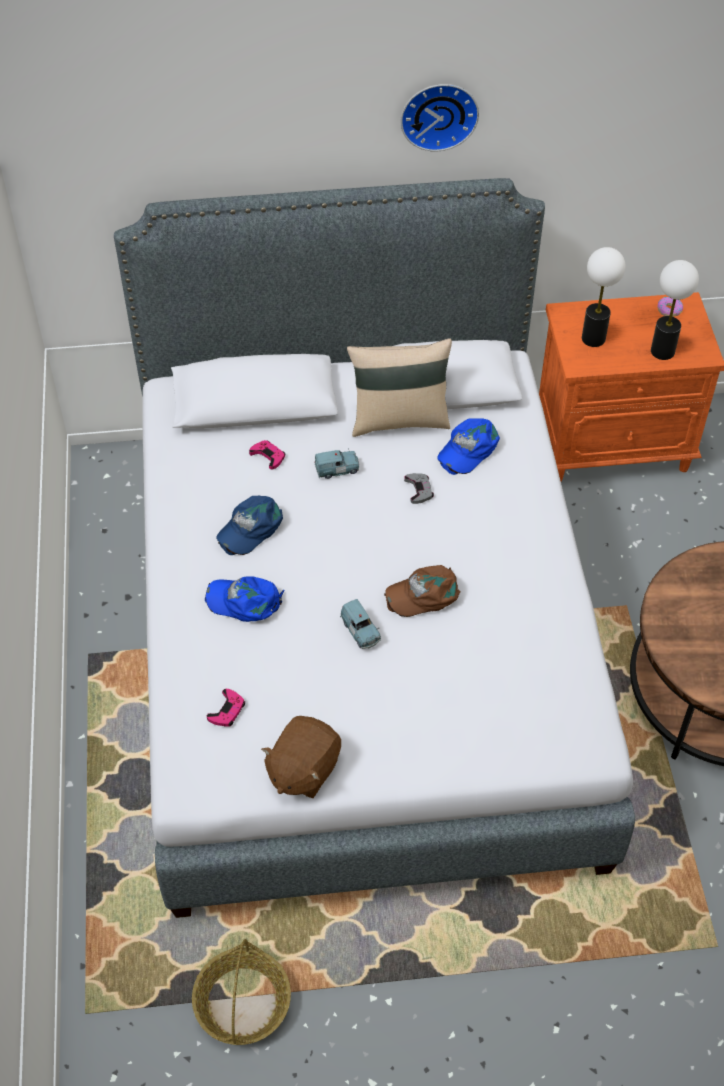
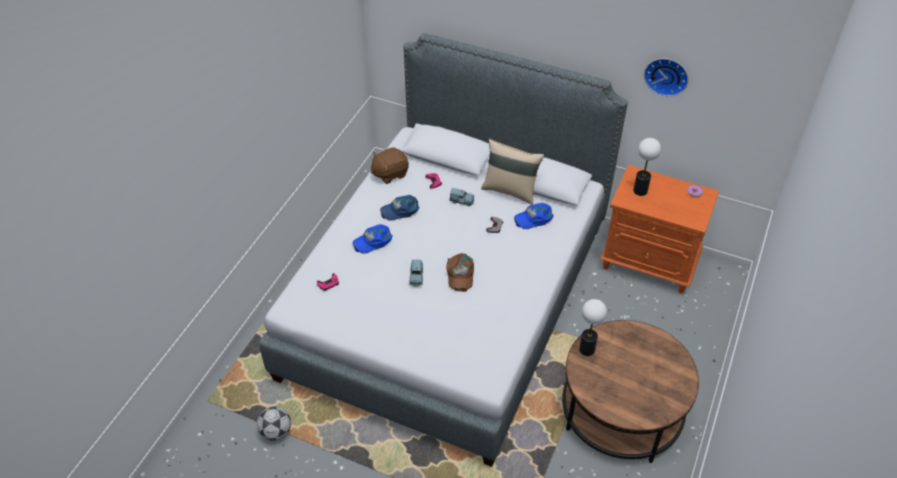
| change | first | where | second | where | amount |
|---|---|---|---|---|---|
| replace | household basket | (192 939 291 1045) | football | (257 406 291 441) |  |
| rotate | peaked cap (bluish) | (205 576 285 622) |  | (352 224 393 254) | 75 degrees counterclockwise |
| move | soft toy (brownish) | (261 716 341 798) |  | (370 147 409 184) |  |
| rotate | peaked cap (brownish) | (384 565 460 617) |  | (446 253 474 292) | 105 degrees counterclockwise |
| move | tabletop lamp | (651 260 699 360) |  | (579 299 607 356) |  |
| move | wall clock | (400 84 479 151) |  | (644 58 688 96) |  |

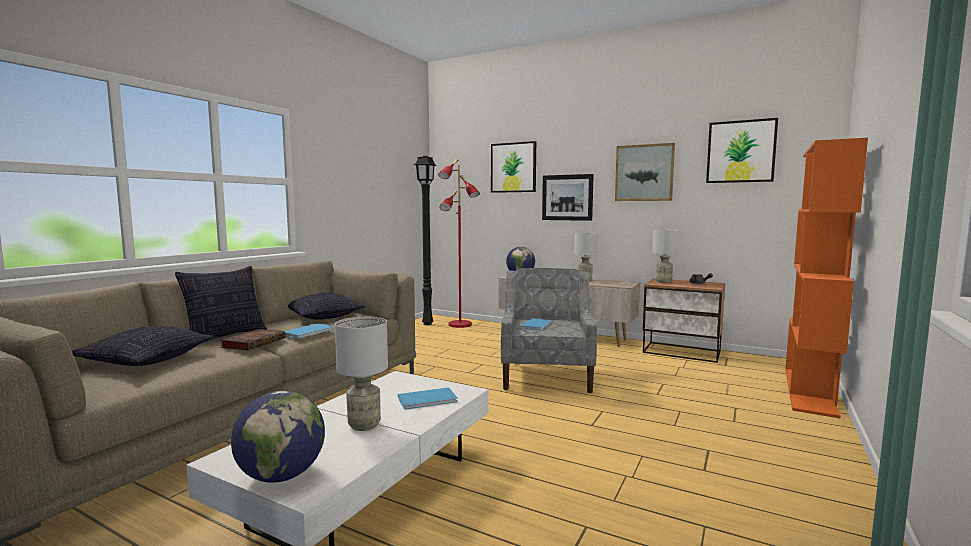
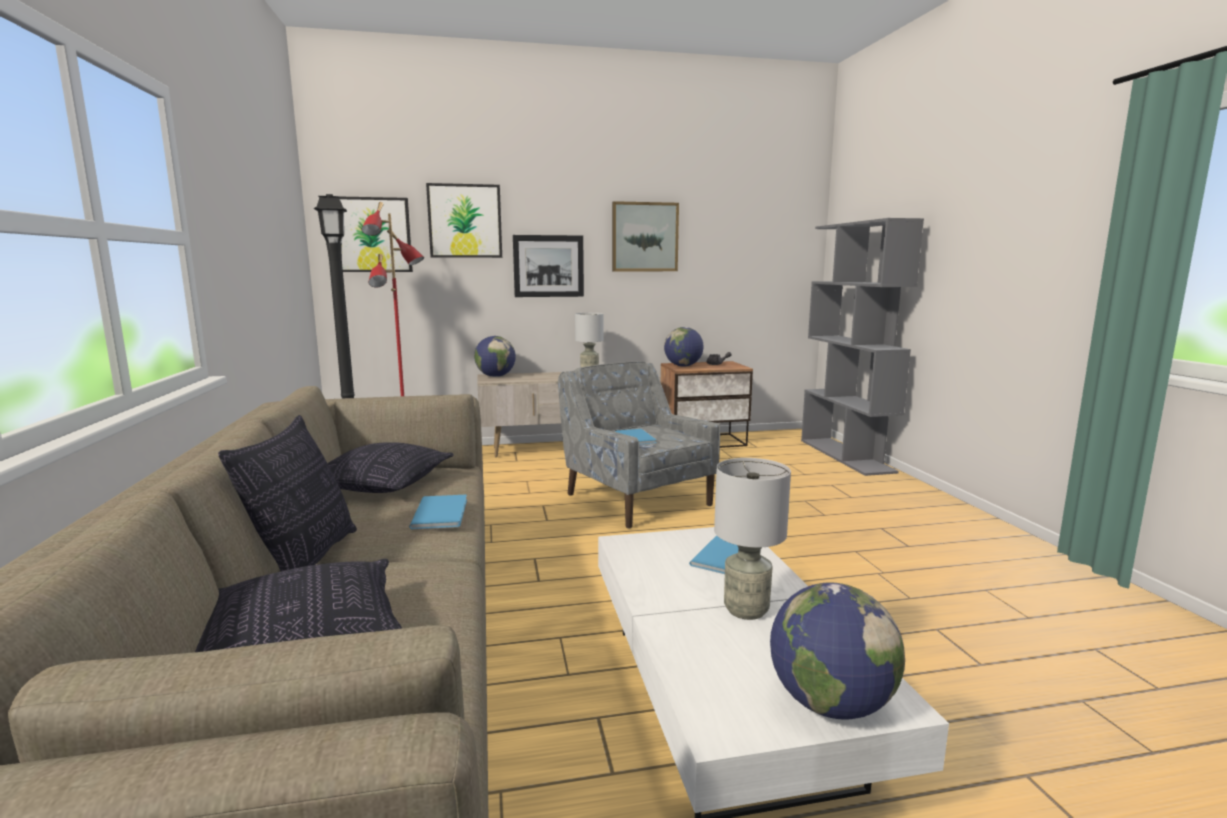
| change | first | where | second | where | amount |
|---|---|---|---|---|---|
| move | picture | (706 118 778 183) |  | (339 196 413 272) |  |
| replace | tabletop lamp (greyish) | (652 230 679 283) | globe | (664 327 704 367) |  |
| recolor | bookshelf (orange) | (785 138 868 419) | bookshelf (greyish) | (801 218 924 476) |  |
| delete | volume | (220 329 286 350) |  |  |  |

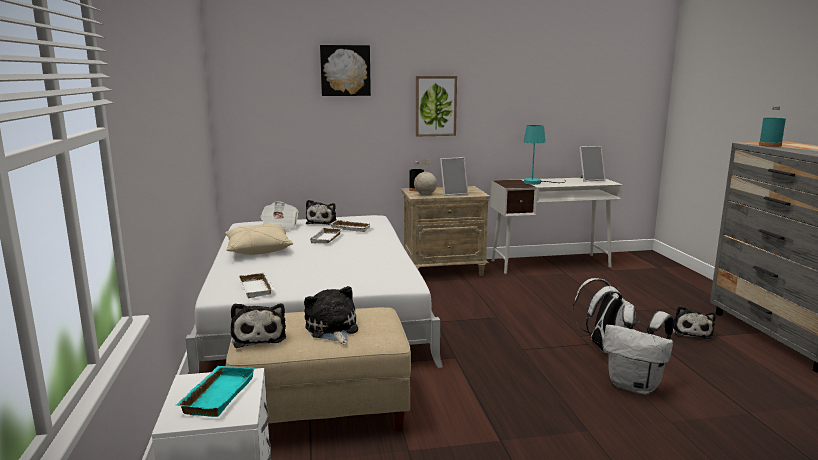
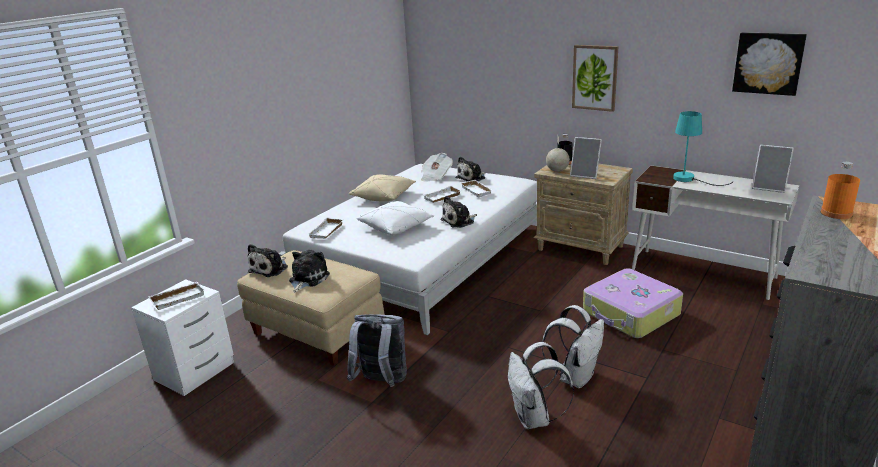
| change | first | where | second | where | amount |
|---|---|---|---|---|---|
| recolor | carrying tray (turquoise) | (175 366 255 417) | carrying tray (white-coloured) | (148 282 204 310) |  |
| insert |  |  | knapsack (greyish) | (347 314 407 387) |  |
| insert |  |  | cushion (white-coloured) | (357 201 434 235) |  |
| move | soft toy | (673 306 716 339) |  | (440 196 477 228) |  |
| insert |  |  | piece of luggage | (583 268 683 338) |  |
| move | picture | (320 45 371 96) |  | (732 32 807 96) |  |
| recolor | drink bottle (turquoise) | (759 106 786 147) | drink bottle (orange) | (821 162 860 219) |  |

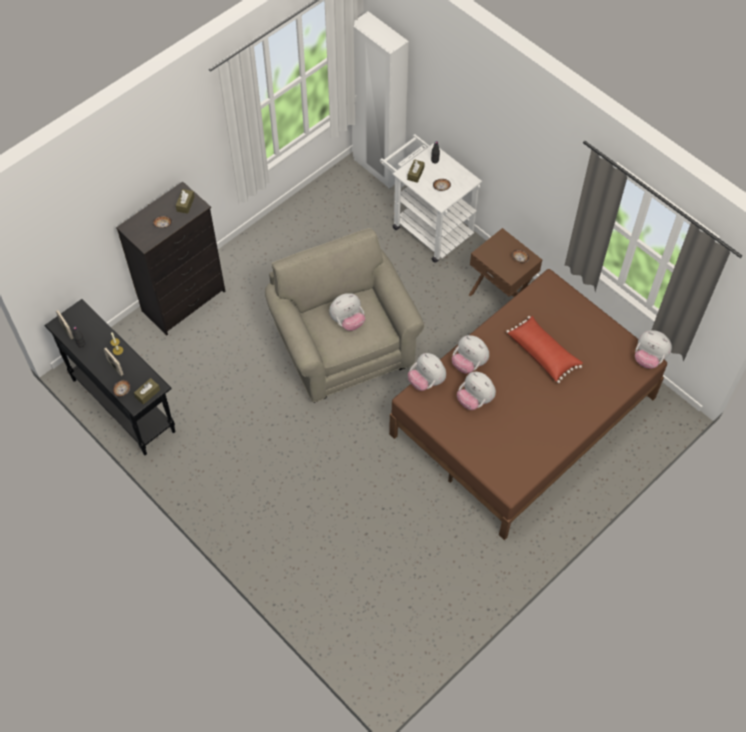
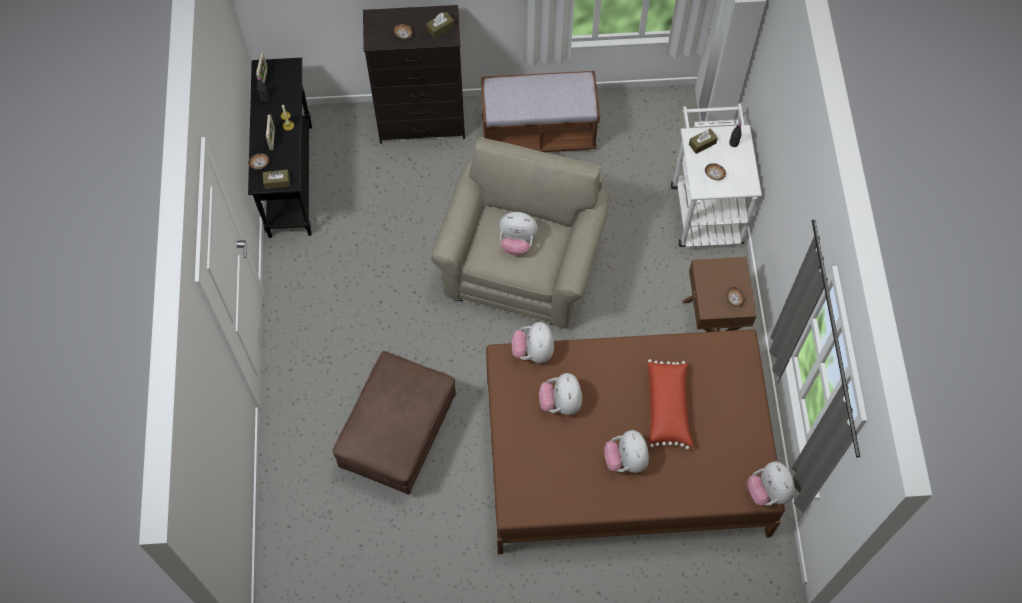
| change | first | where | second | where | amount |
|---|---|---|---|---|---|
| insert |  |  | ottoman (brownish) | (332 351 456 495) |  |
| insert |  |  | bench (brownish) | (481 71 600 152) |  |
| move | soft toy | (452 335 489 374) |  | (604 430 649 473) |  |

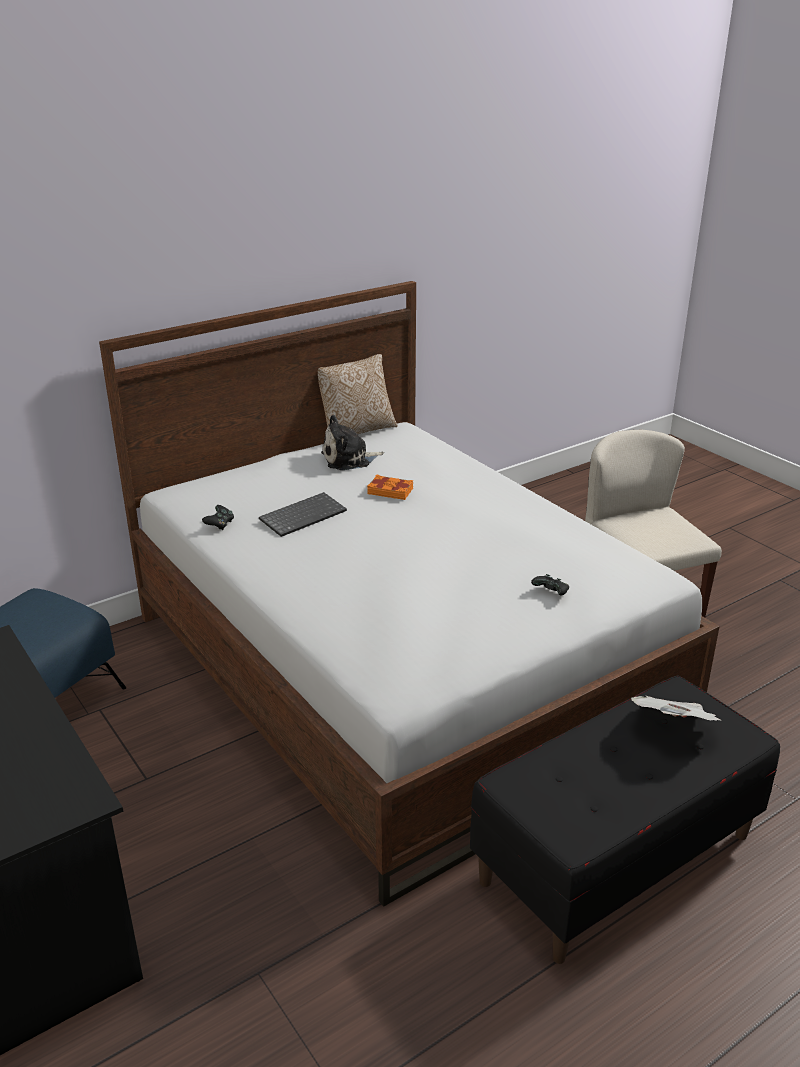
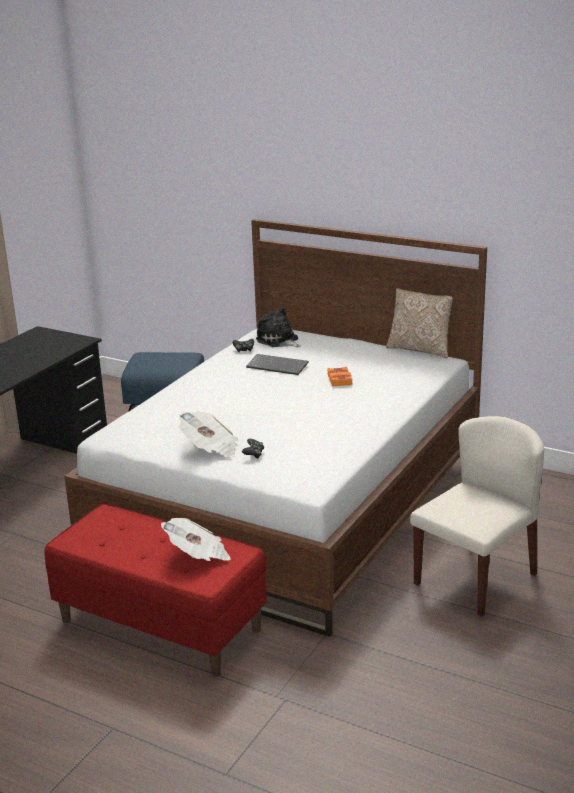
| change | first | where | second | where | amount |
|---|---|---|---|---|---|
| recolor | bench (black-coloured) | (470 676 780 964) | bench (red) | (44 504 267 677) |  |
| insert |  |  | printed paper | (179 411 238 457) |  |
| move | soft toy | (321 415 384 470) |  | (256 307 301 347) |  |

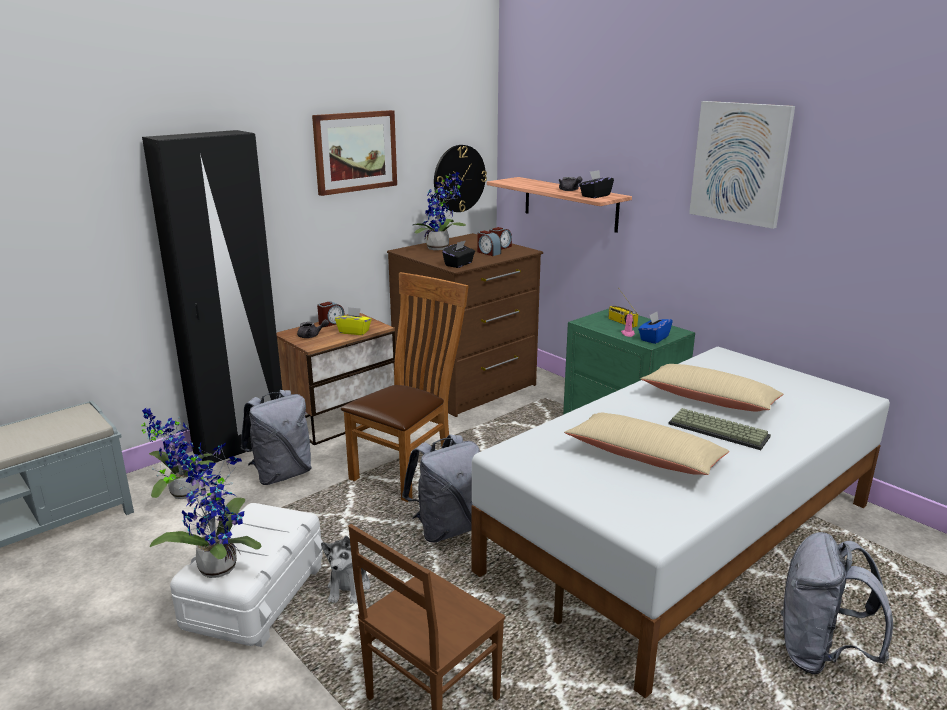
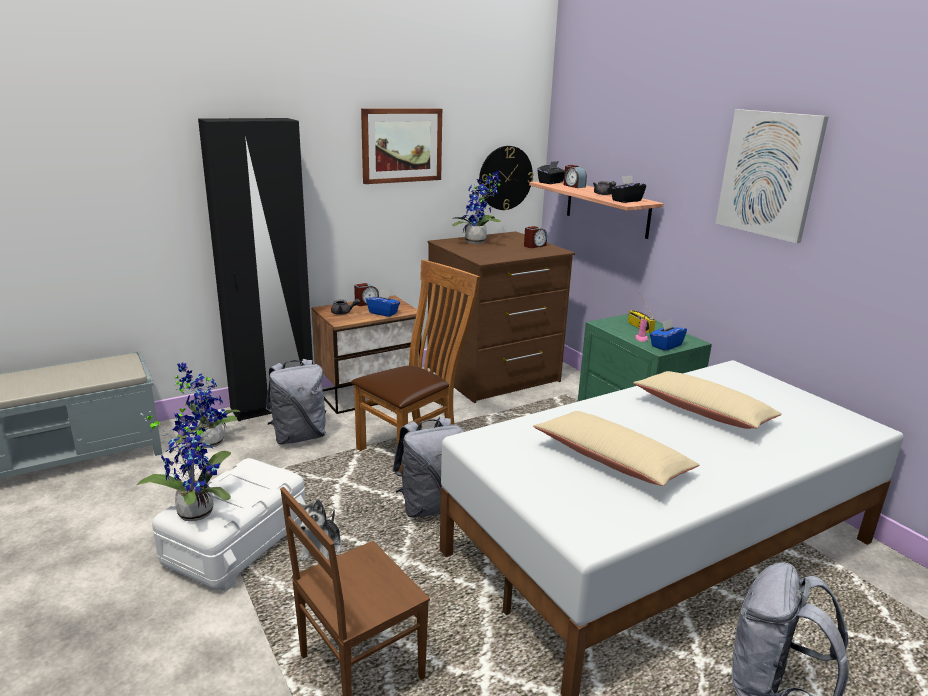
| change | first | where | second | where | amount |
|---|---|---|---|---|---|
| recolor | tissue holder (yellow-coloured) | (335 307 372 335) | tissue holder (bluish) | (366 289 400 317) |  |
| move | tissue holder (black-coloured) | (442 240 475 268) |  | (537 161 565 184) |  |
| move | alarm clock | (477 231 501 256) |  | (564 165 587 188) |  |
| delete | computer keyboard | (669 408 771 450) |  |  |  |

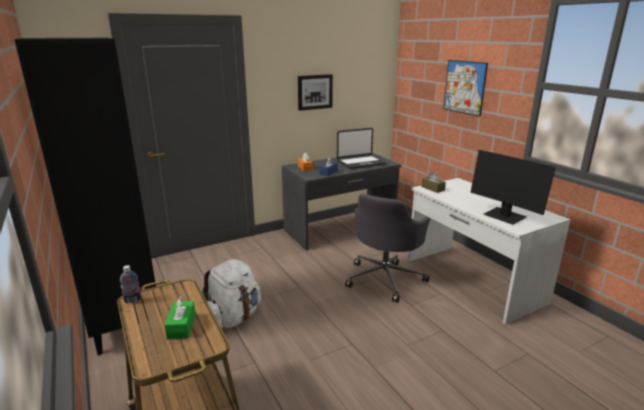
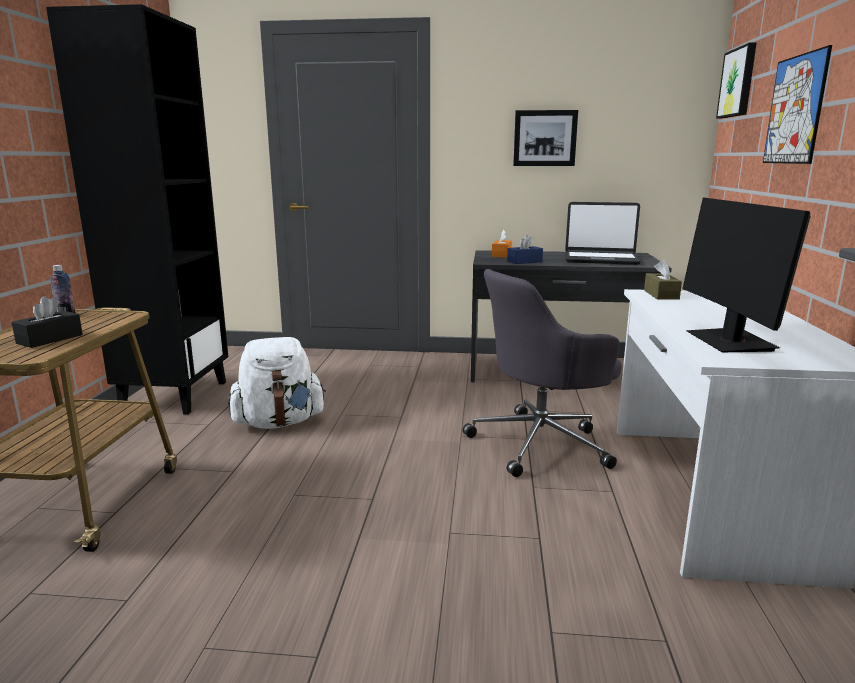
| change | first | where | second | where | amount |
|---|---|---|---|---|---|
| recolor | tissue holder (green-coloured) | (164 297 196 340) | tissue holder (black-coloured) | (11 296 83 348) |  |
| insert |  |  | picture | (716 42 757 118) |  |

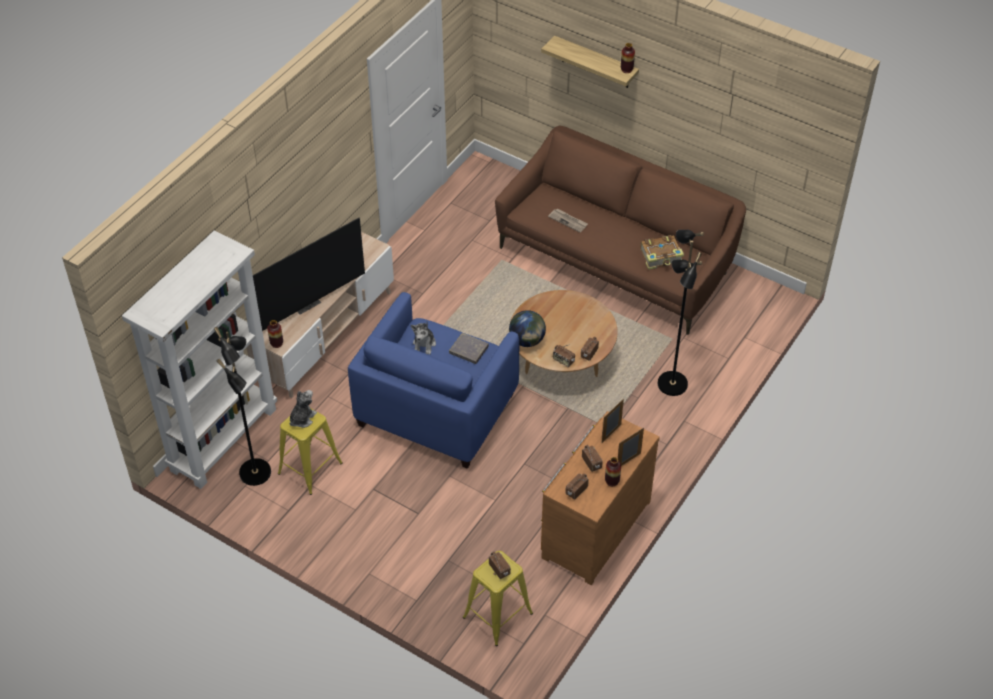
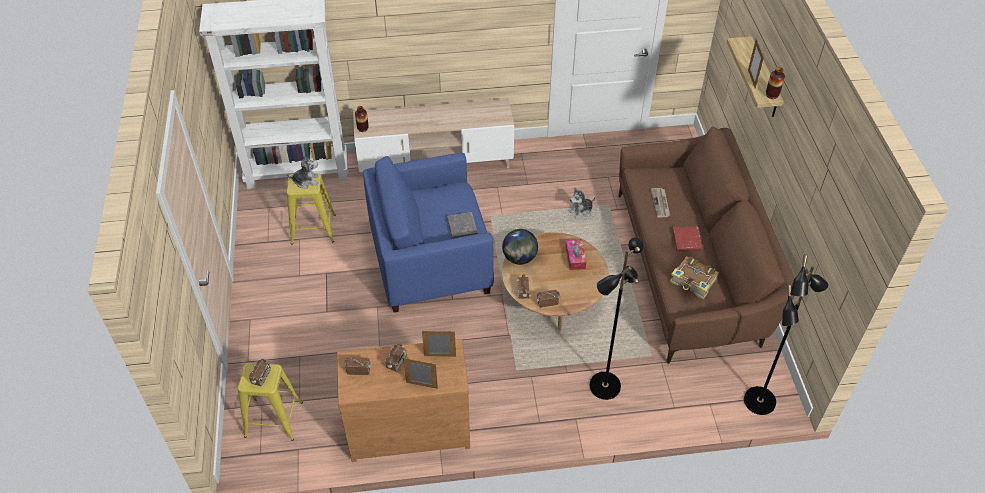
| change | first | where | second | where | amount |
|---|---|---|---|---|---|
| insert |  |  | tissue holder | (565 239 586 270) |  |
| move | soft toy | (411 322 436 355) |  | (568 187 596 219) |  |
| insert |  |  | volume (red) | (672 227 703 252) |  |
| move | standard lamp (black-coloured) | (214 327 271 486) |  | (744 254 829 415) |  |
| insert |  |  | standing frame | (748 39 764 89) |  |
| delete | TV | (253 218 365 331) |  |  |  |
| delete | flower vase | (605 457 621 486) |  |  |  |

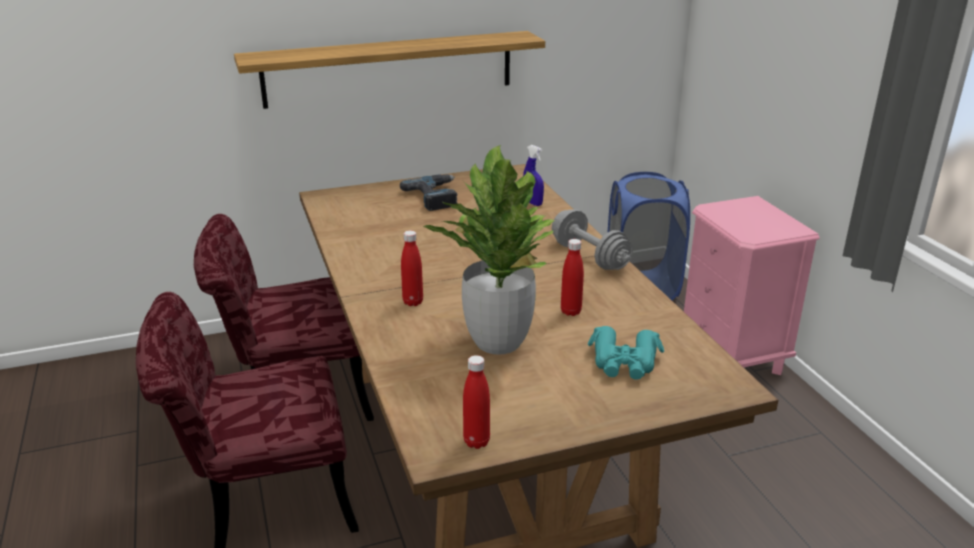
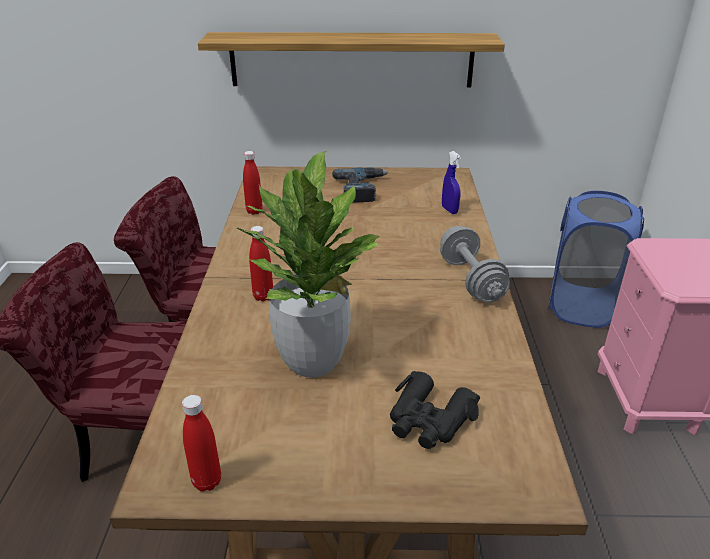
| change | first | where | second | where | amount |
|---|---|---|---|---|---|
| move | drink bottle (red) | (561 239 584 316) |  | (243 151 263 214) |  |
| recolor | pair of binoculars (turquoise) | (588 326 664 380) | pair of binoculars (black-coloured) | (390 371 480 449) |  |

